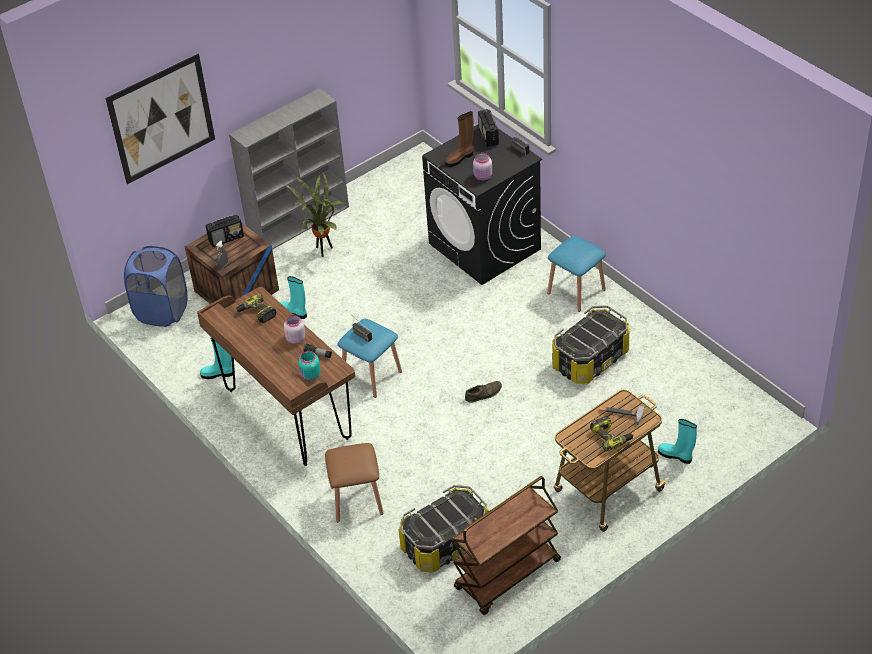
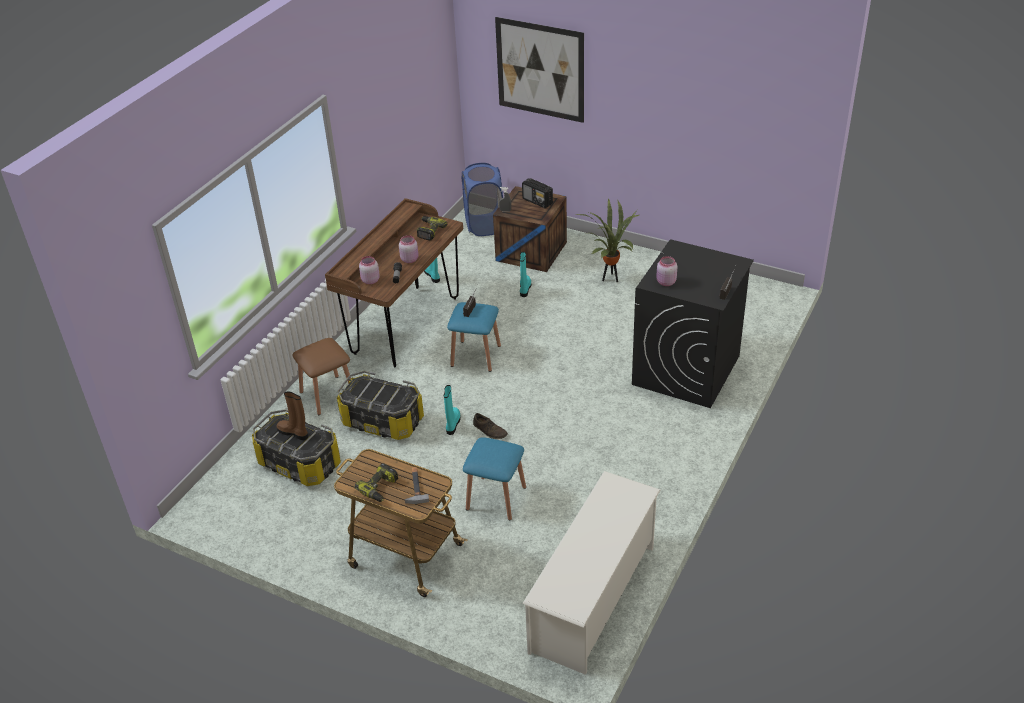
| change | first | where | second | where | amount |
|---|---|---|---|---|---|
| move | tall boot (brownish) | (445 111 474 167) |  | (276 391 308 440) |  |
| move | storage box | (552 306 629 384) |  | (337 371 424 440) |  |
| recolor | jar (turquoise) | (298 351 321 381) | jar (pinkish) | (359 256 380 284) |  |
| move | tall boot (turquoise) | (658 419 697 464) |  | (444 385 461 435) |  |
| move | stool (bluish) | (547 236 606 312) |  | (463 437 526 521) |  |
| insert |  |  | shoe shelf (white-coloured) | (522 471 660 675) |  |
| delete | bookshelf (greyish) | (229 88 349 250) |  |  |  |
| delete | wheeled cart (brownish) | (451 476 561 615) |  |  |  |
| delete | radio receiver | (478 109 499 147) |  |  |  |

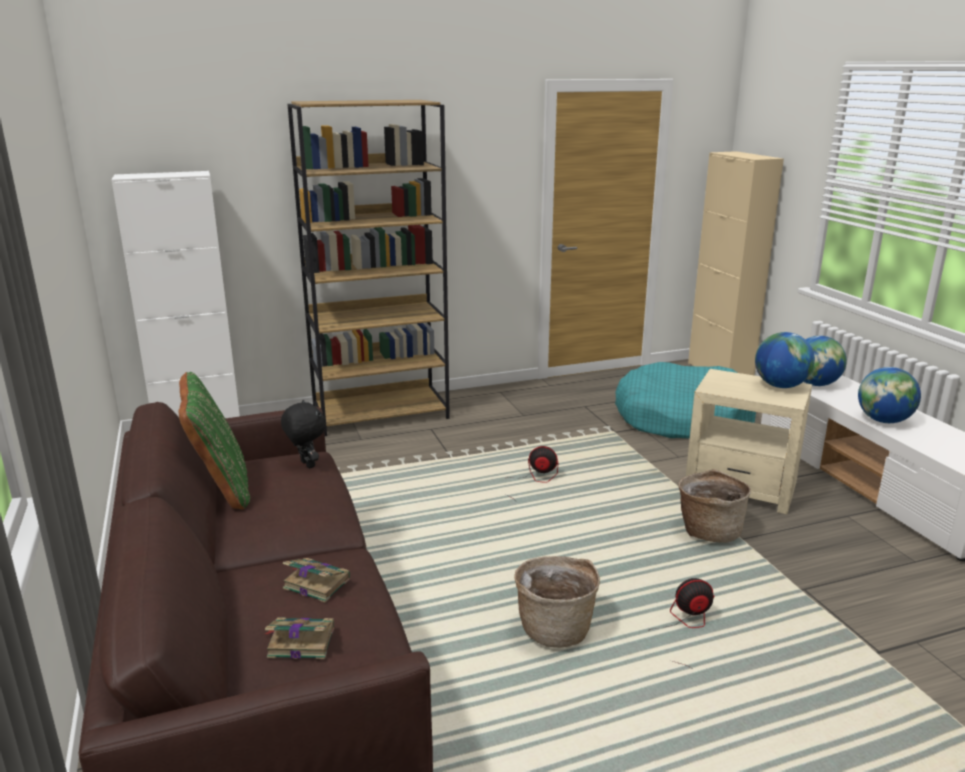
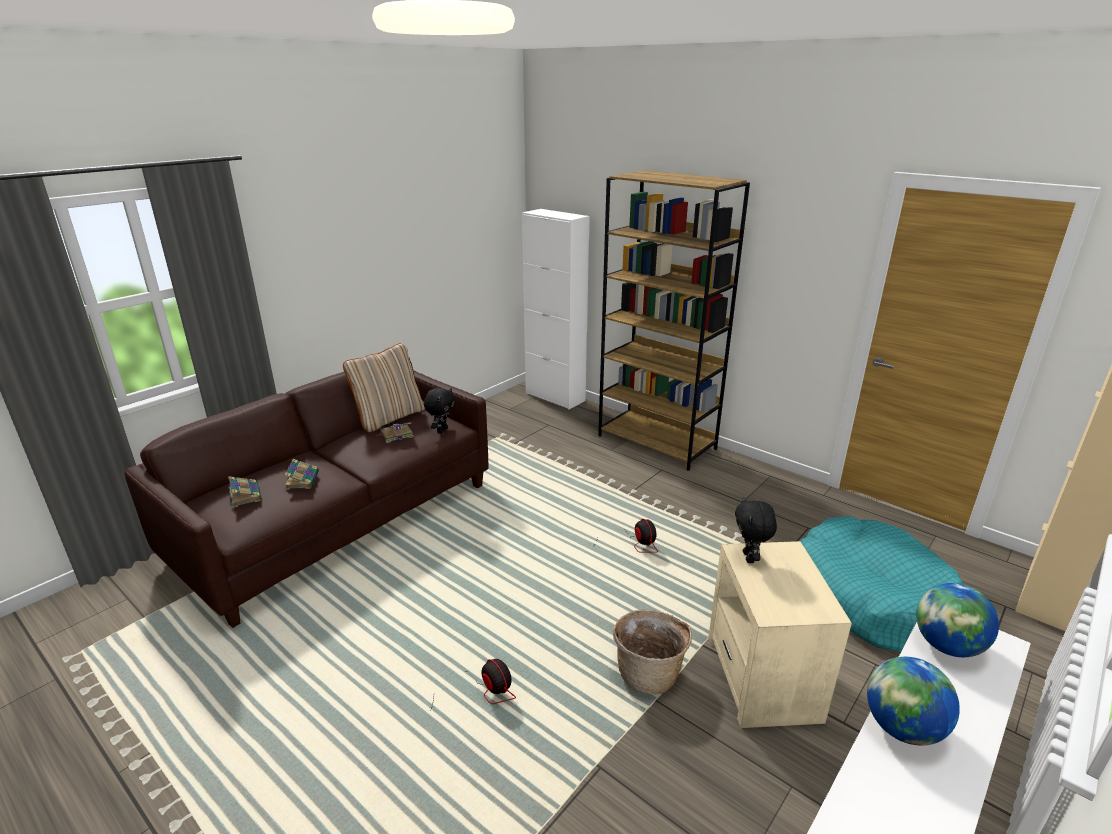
| change | first | where | second | where | amount |
|---|---|---|---|---|---|
| recolor | cushion (green-coloured) | (179 372 250 509) | cushion (beige) | (343 343 425 432) |  |
| insert |  |  | volume | (378 422 414 443) |  |
| insert |  |  | soft toy (black-coloured) | (735 497 777 563) |  |
| delete | household basket | (514 556 600 648) |  |  |  |
| delete | globe | (755 332 815 388) |  |  |  |

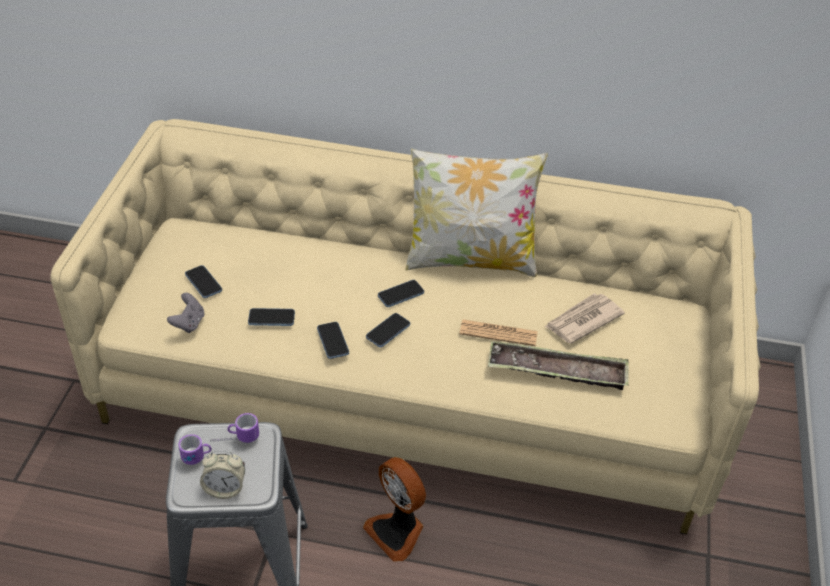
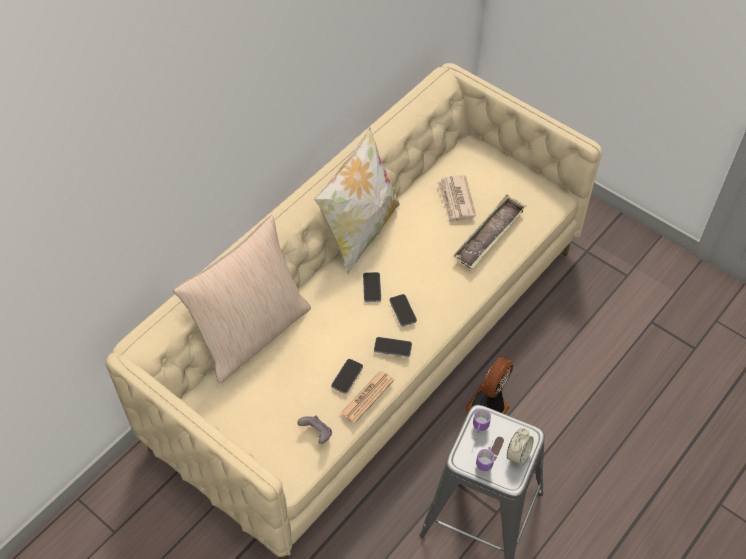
| change | first | where | second | where | amount |
|---|---|---|---|---|---|
| insert |  |  | cushion (beige) | (173 215 311 384) |  |
| move | printed paper | (459 320 538 346) |  | (340 371 394 423) |  |
| rotate | fan | (363 457 426 562) |  | (465 356 513 414) | 135 degrees clockwise |
| delete | phone | (185 265 222 298) |  |  |  |

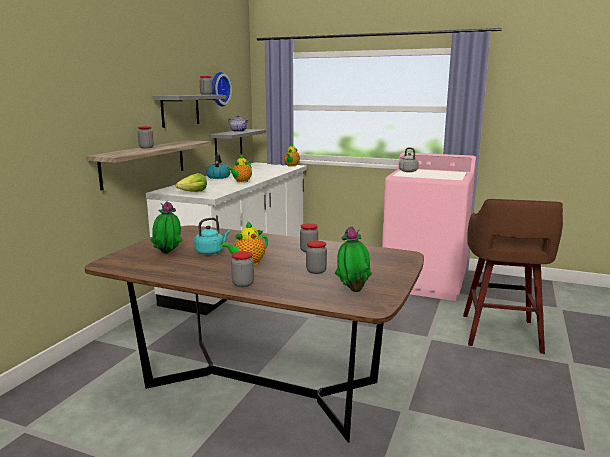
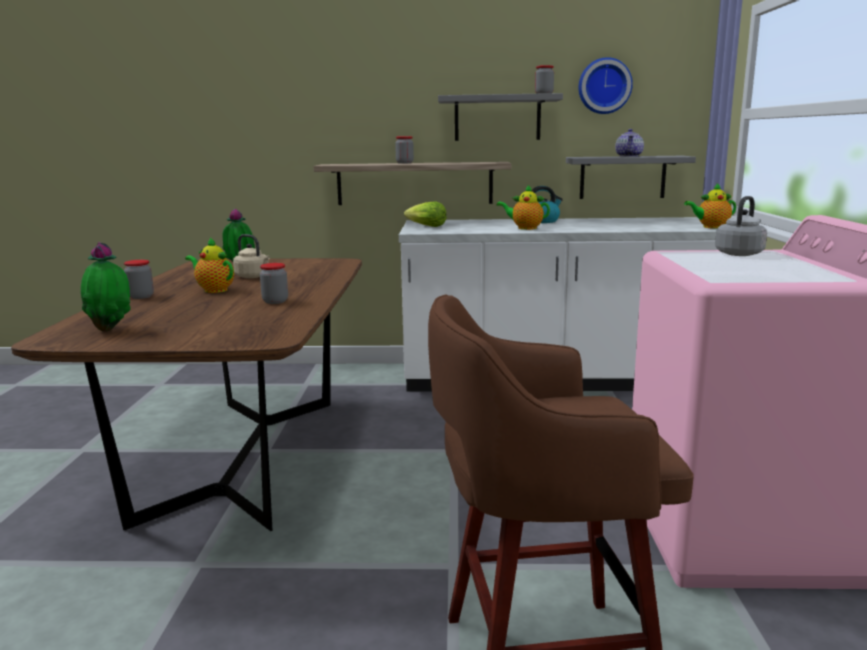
| change | first | where | second | where | amount |
|---|---|---|---|---|---|
| recolor | kettle (turquoise) | (194 218 230 255) | kettle (beige) | (233 234 270 278) |  |
| delete | jar | (306 240 327 274) |  |  |  |

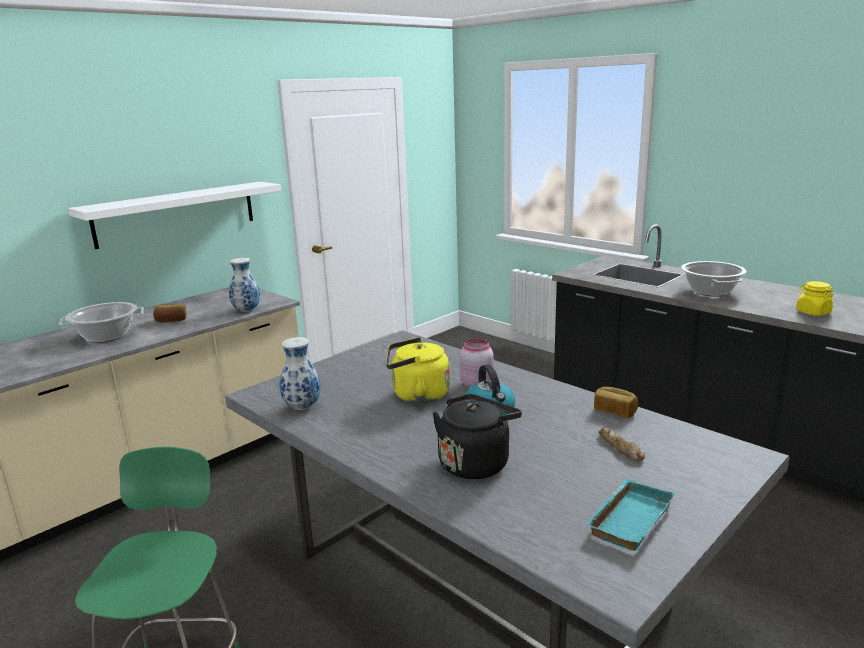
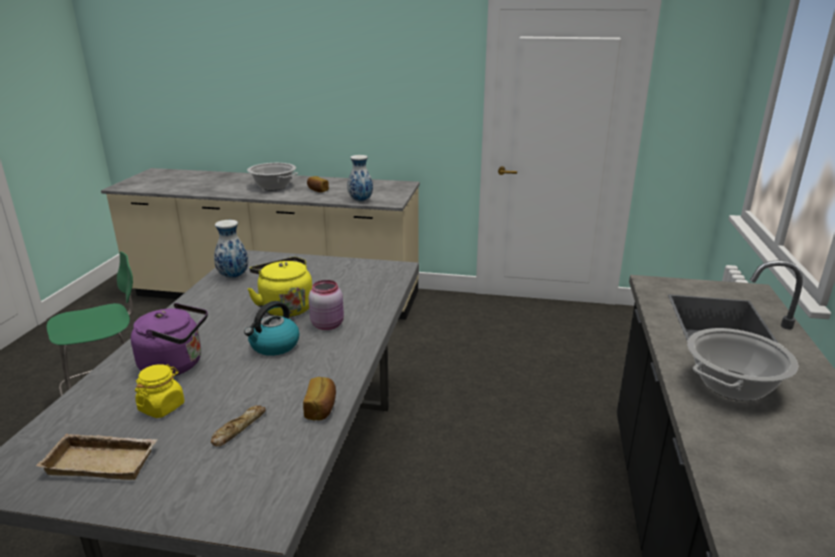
| change | first | where | second | where | amount |
|---|---|---|---|---|---|
| recolor | carrying tray (turquoise) | (585 479 675 551) | carrying tray (beige) | (36 434 157 480) |  |
| recolor | kettle (black-coloured) | (432 394 522 479) | kettle (purple) | (131 303 208 376) |  |
| move | jar (yellow-coloured) | (796 281 834 316) |  | (135 364 184 418) |  |
| delete | shelf (white-coloured) | (68 182 281 249) |  |  |  |

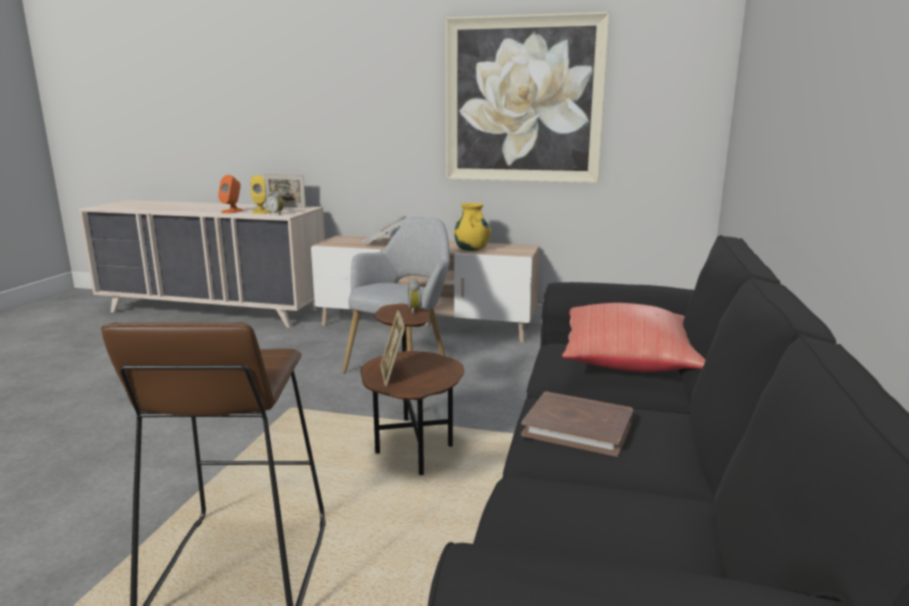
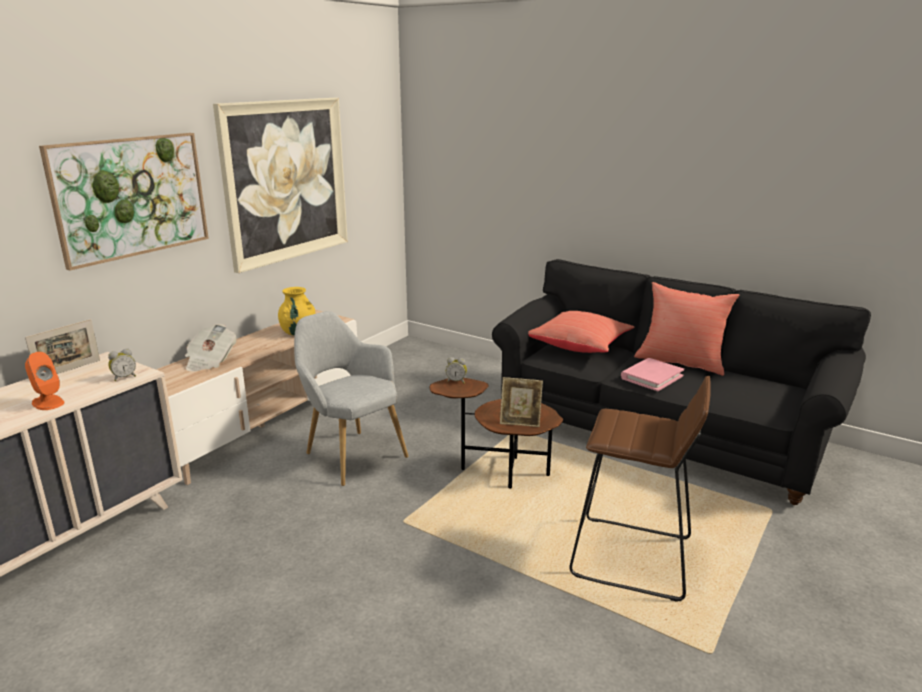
| change | first | where | second | where | amount |
|---|---|---|---|---|---|
| insert |  |  | picture | (39 133 209 270) |  |
| recolor | volume (brownish) | (521 391 633 457) | volume (pinkish) | (621 358 684 391) |  |
| insert |  |  | cushion (red) | (634 282 739 376) |  |
| delete | loudspeaker (yellow-coloured) | (250 175 269 214) |  |  |  |

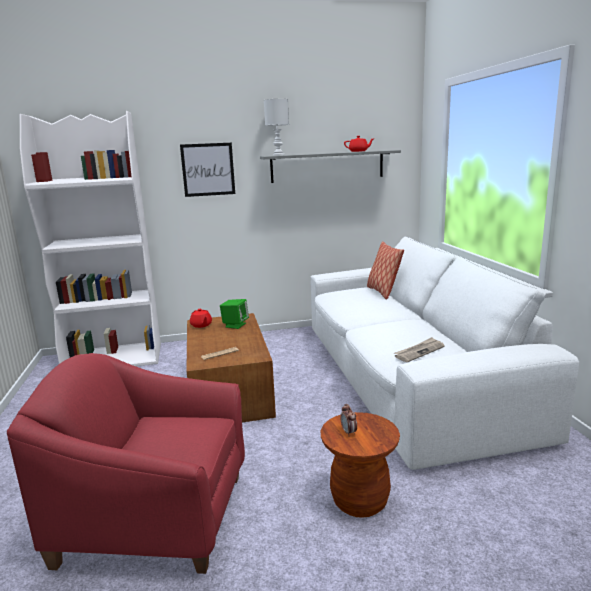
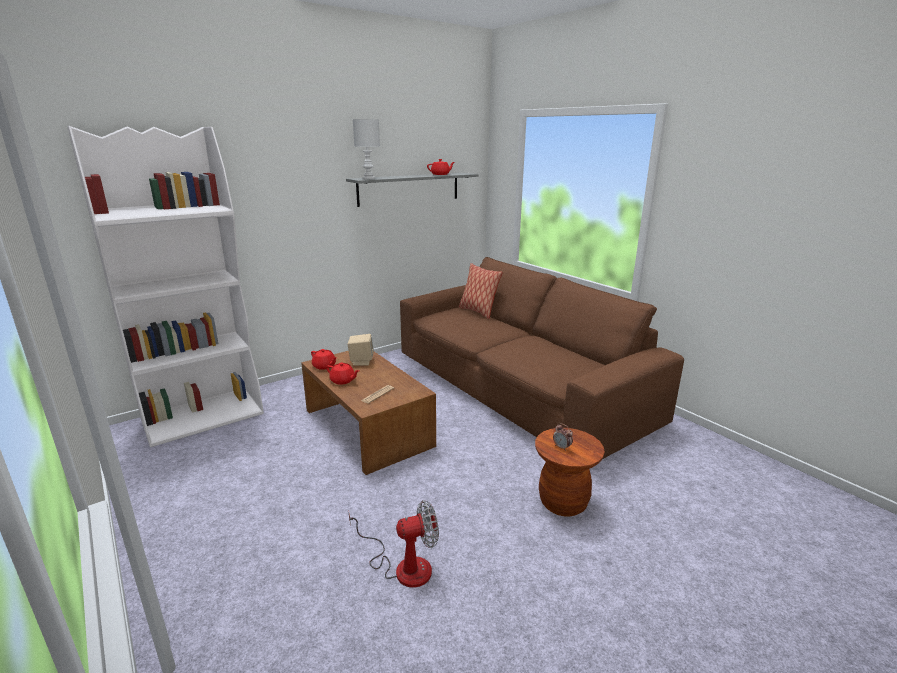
| change | first | where | second | where | amount |
|---|---|---|---|---|---|
| insert |  |  | tea pot (red) | (326 362 359 385) |  |
| recolor | loudspeaker (green-coloured) | (220 299 249 329) | loudspeaker (beige) | (348 334 374 365) |  |
| replace | armchair (red) | (7 353 245 574) | fan | (349 500 439 587) |  |
| recolor | couch (white-coloured) | (310 237 579 470) | couch (brownish) | (400 257 684 459) |  |
| delete | picture | (180 143 235 197) |  |  |  |
| delete | printed paper | (394 337 445 362) |  |  |  |

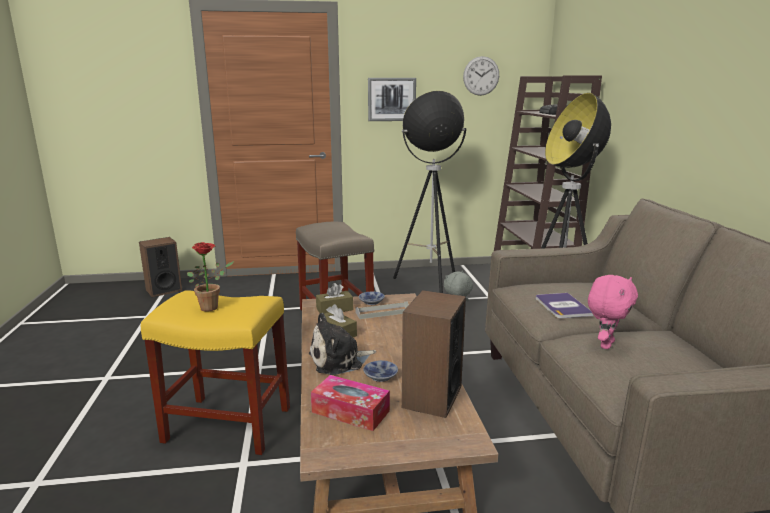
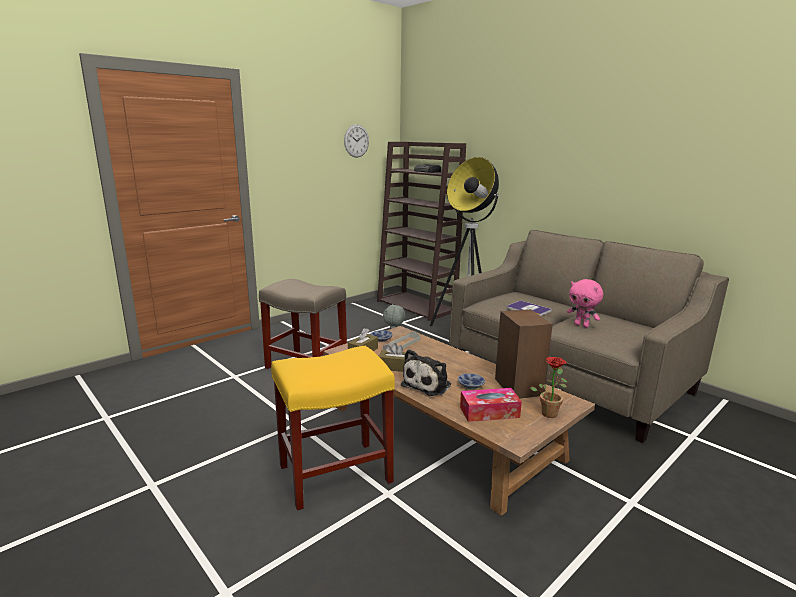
| change | first | where | second | where | amount |
|---|---|---|---|---|---|
| move | plant in a pot | (187 242 234 312) |  | (530 357 567 418) |  |
| rotate | soft toy (pinkish) | (588 275 638 349) |  | (567 279 603 328) | 135 degrees clockwise |
| delete | loudspeaker | (139 237 182 297) |  |  |  |
| delete | picture | (368 78 416 121) |  |  |  |
| delete | standard lamp | (393 91 466 293) |  |  |  |

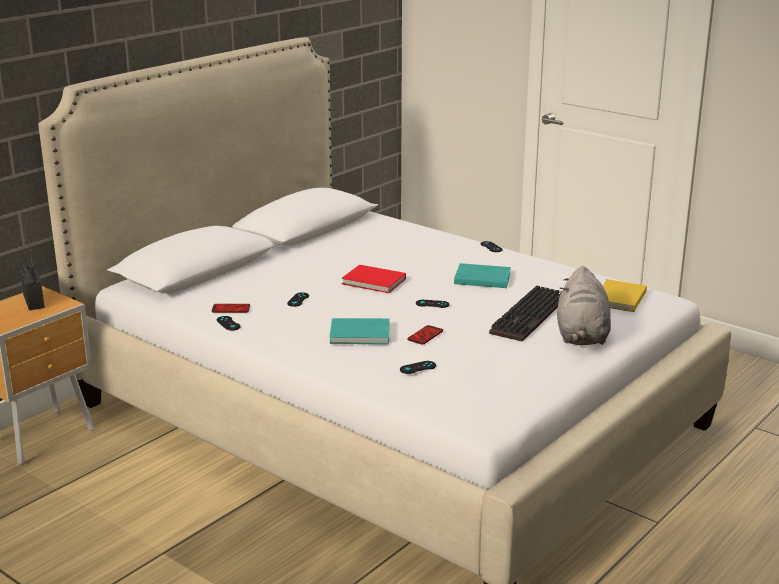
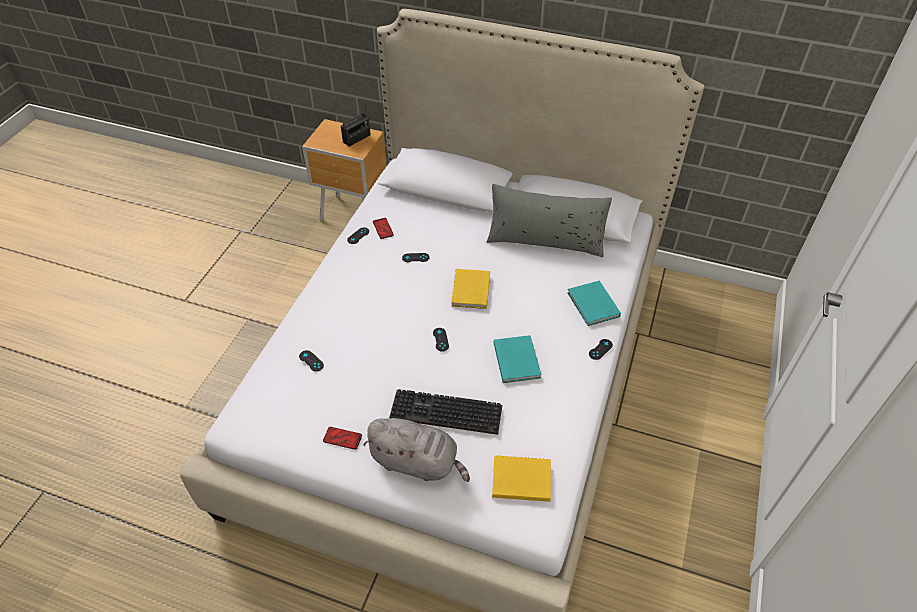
| change | first | where | second | where | amount |
|---|---|---|---|---|---|
| move | phone | (407 325 443 345) |  | (323 427 362 450) |  |
| rotate | soft toy (greyish) | (557 266 611 345) |  | (363 418 470 482) | 150 degrees counterclockwise |
| recolor | volume (red) | (341 265 406 293) | volume (yellow-coloured) | (451 269 490 309) |  |
| insert |  |  | cushion (greyish) | (487 184 612 257) |  |
| move | volume (turquoise) | (329 318 389 344) |  | (567 281 621 326) |  |

